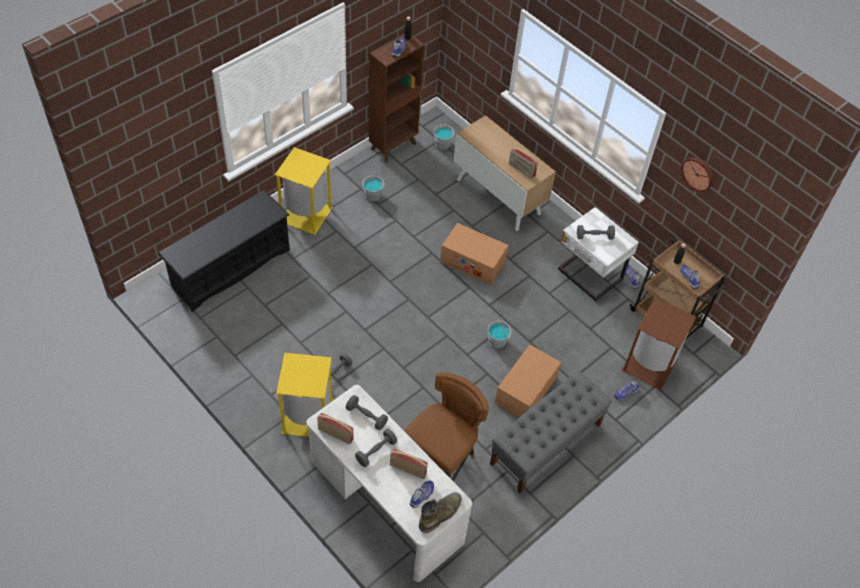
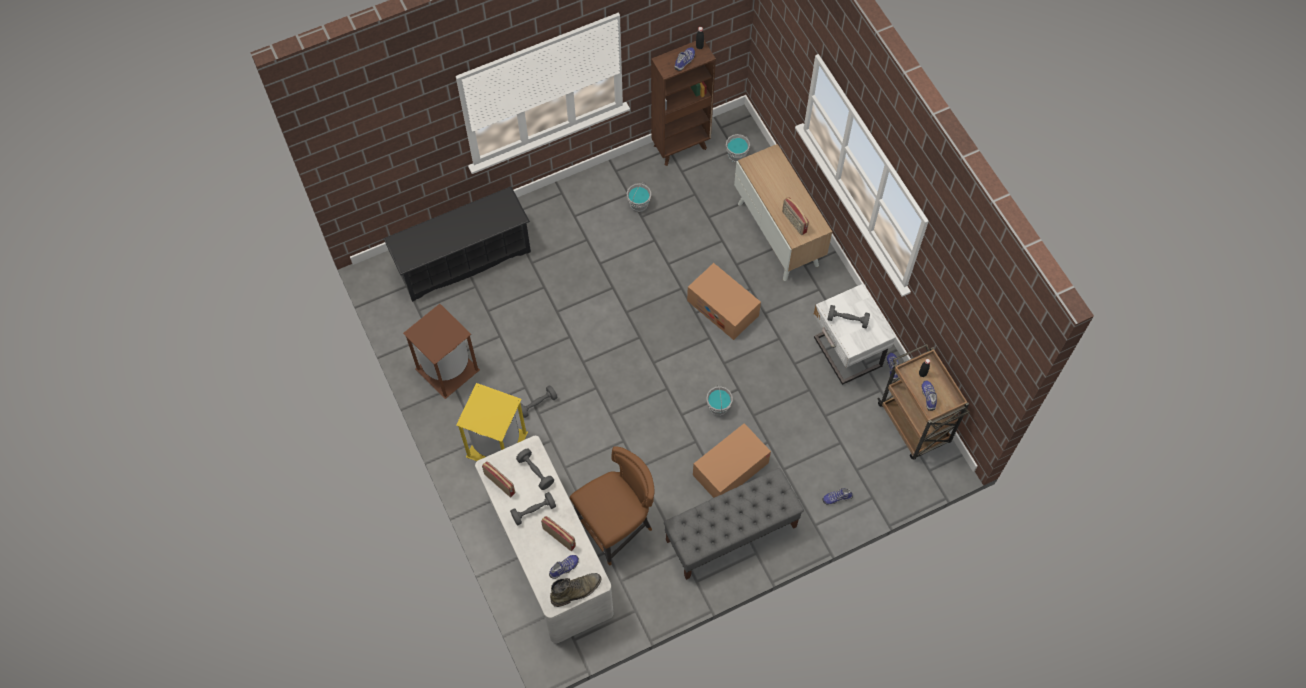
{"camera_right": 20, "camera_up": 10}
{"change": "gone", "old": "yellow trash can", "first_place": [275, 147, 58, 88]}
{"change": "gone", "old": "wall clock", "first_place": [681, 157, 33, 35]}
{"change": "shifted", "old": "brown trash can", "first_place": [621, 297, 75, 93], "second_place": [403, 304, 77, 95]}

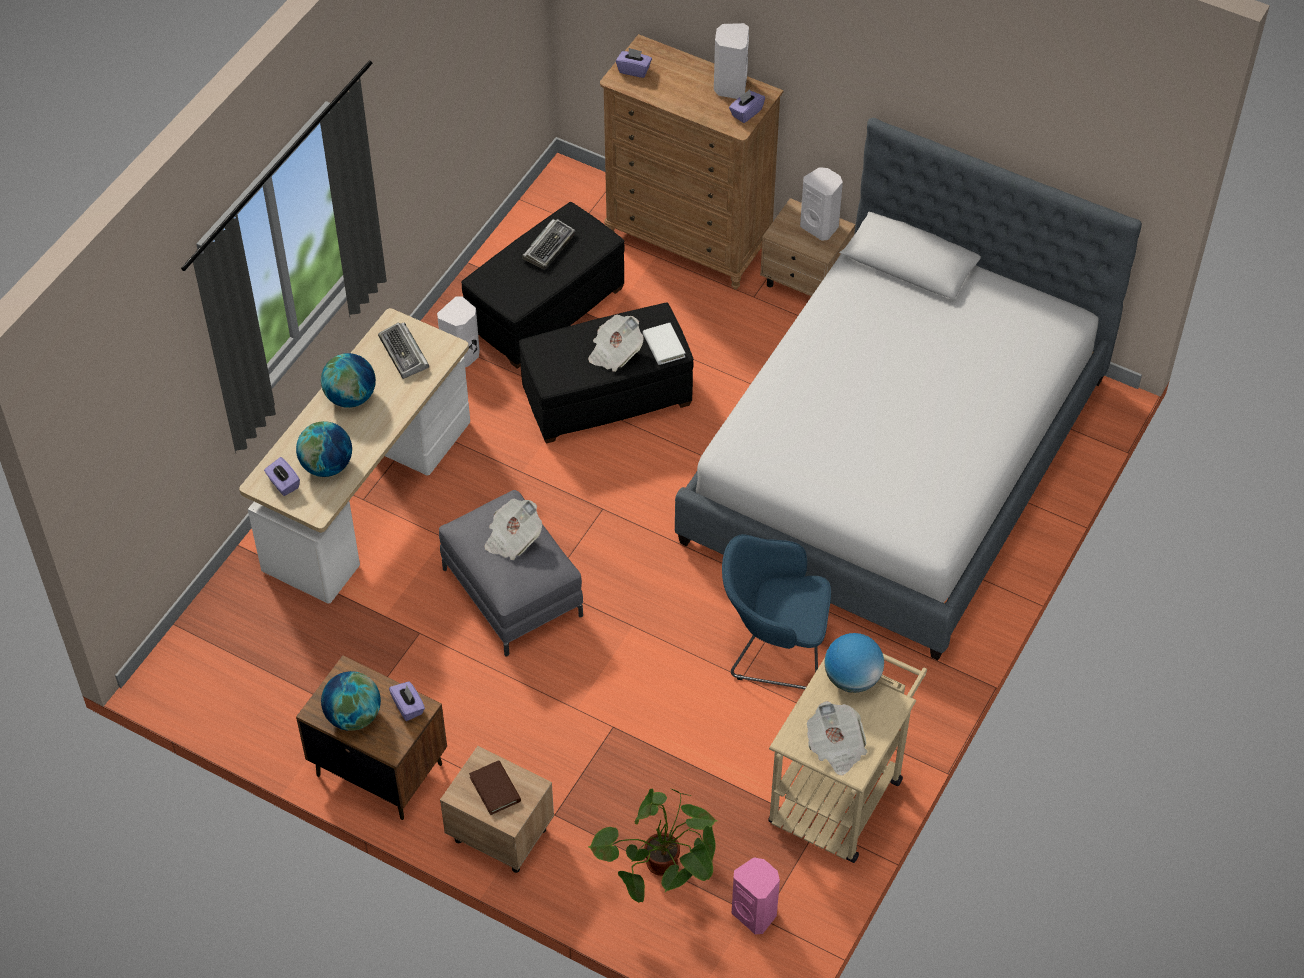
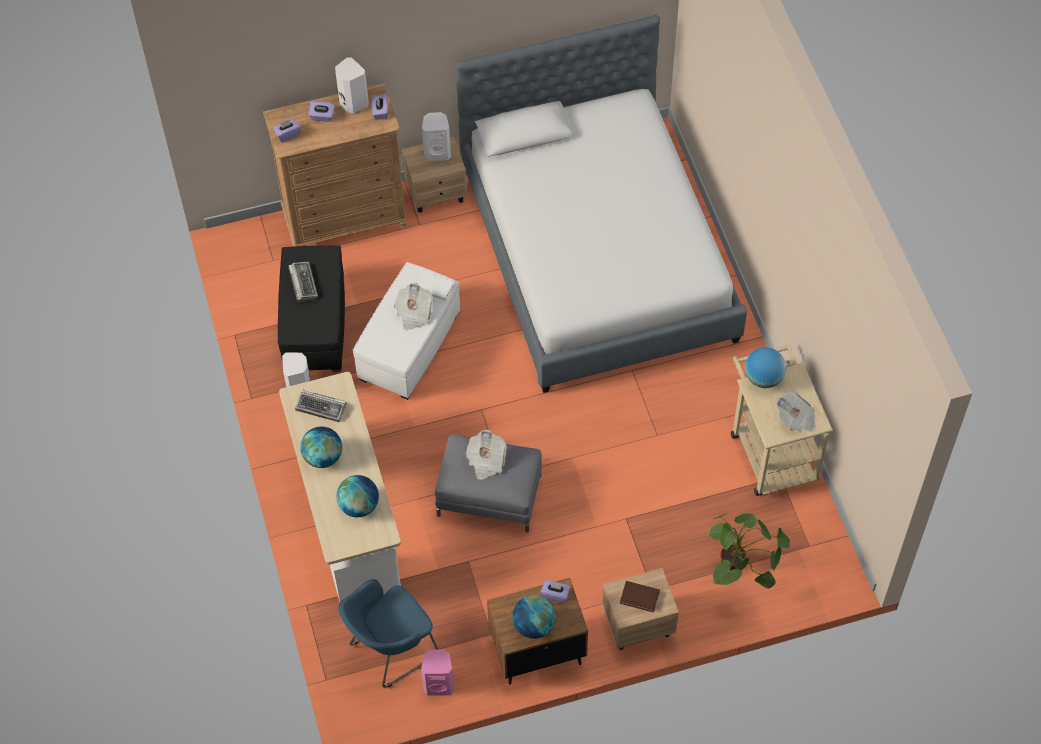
{"camera_right": -45, "camera_up": 5}
{"change": "repainted", "old": "black ottoman", "new": "white ottoman", "first_place": [519, 302, 174, 142], "second_place": [353, 262, 107, 138]}
{"change": "shifted", "old": "purple tissue box", "first_place": [264, 457, 36, 39], "second_place": [309, 101, 26, 21]}
{"change": "shifted", "old": "blue armchair", "first_place": [722, 534, 109, 155], "second_place": [338, 579, 101, 109]}
{"change": "shifted", "old": "pink speaker", "first_place": [732, 858, 48, 76], "second_place": [421, 650, 33, 46]}

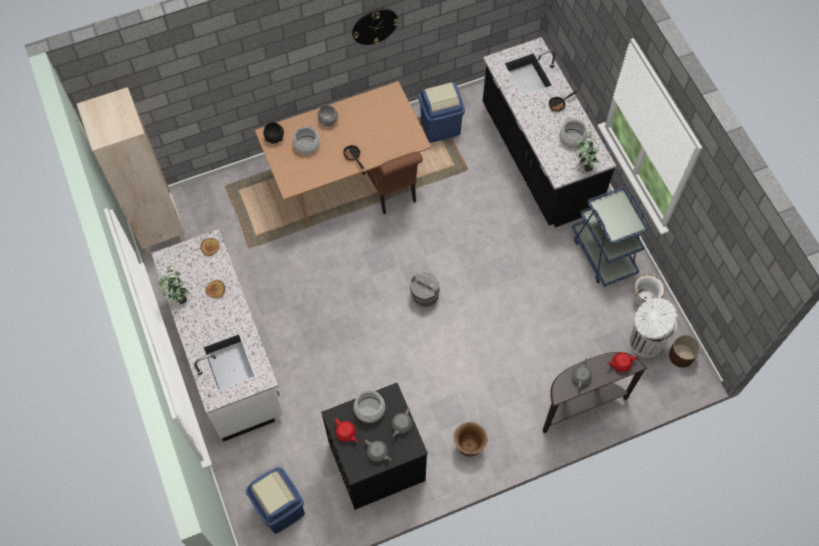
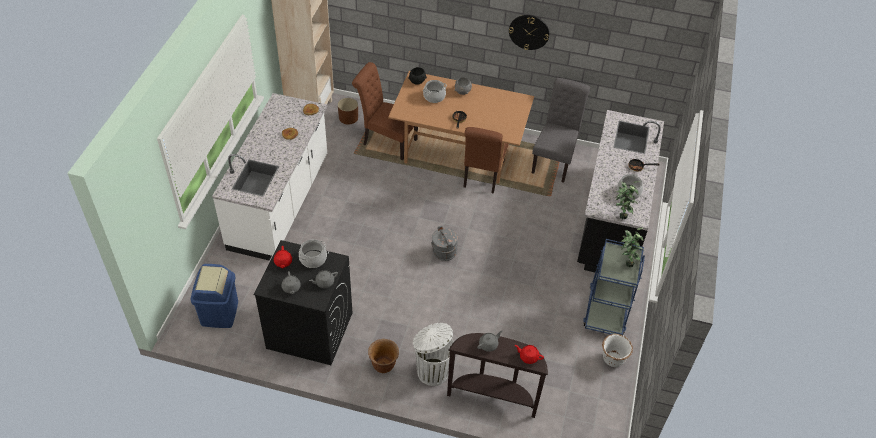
{"camera_right": 35, "camera_up": -15}
{"change": "swapped", "old": "blue trash can", "new": "grey chair", "first_place": [419, 82, 46, 61], "second_place": [532, 78, 58, 105]}
{"change": "shifted", "old": "potted plant", "first_place": [156, 264, 34, 40], "second_place": [621, 228, 23, 39]}
{"change": "shifted", "old": "white trash can", "first_place": [630, 298, 48, 60], "second_place": [413, 323, 41, 63]}
{"change": "shifted", "old": "brown planter", "first_place": [669, 335, 31, 33], "second_place": [338, 98, 20, 27]}
{"change": "new", "new": "brown chair", "second_place": [352, 62, 66, 98]}

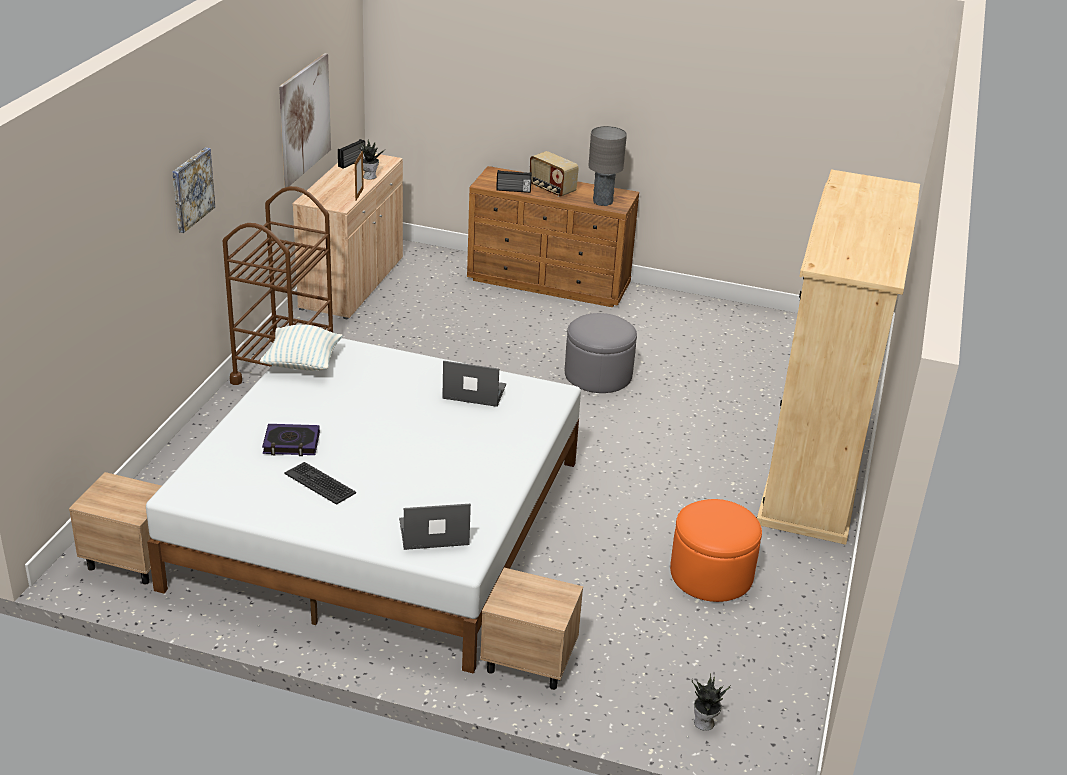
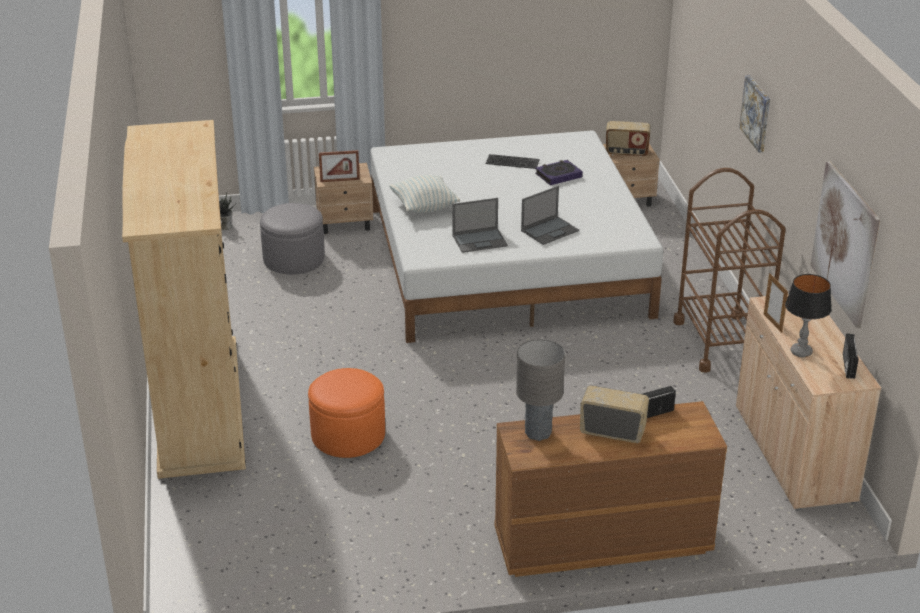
{"camera_right": 155, "camera_up": 0}
{"change": "swapped", "old": "potted plant", "new": "table lamp", "first_place": [358, 139, 28, 41], "second_place": [785, 274, 47, 83]}
{"change": "shifted", "old": "grey ottoman", "first_place": [565, 313, 72, 80], "second_place": [260, 203, 65, 72]}
{"change": "shifted", "old": "pillow", "first_place": [260, 324, 83, 47], "second_place": [389, 175, 71, 38]}
{"change": "shifted", "old": "orange ottoman", "first_place": [670, 499, 92, 103], "second_place": [308, 368, 77, 90]}
{"change": "shifted", "old": "laptop", "first_place": [399, 503, 72, 47], "second_place": [521, 186, 58, 59]}
{"change": "new", "new": "radio", "second_place": [606, 121, 44, 36]}
{"change": "new", "new": "picture frame", "second_place": [319, 150, 41, 32]}

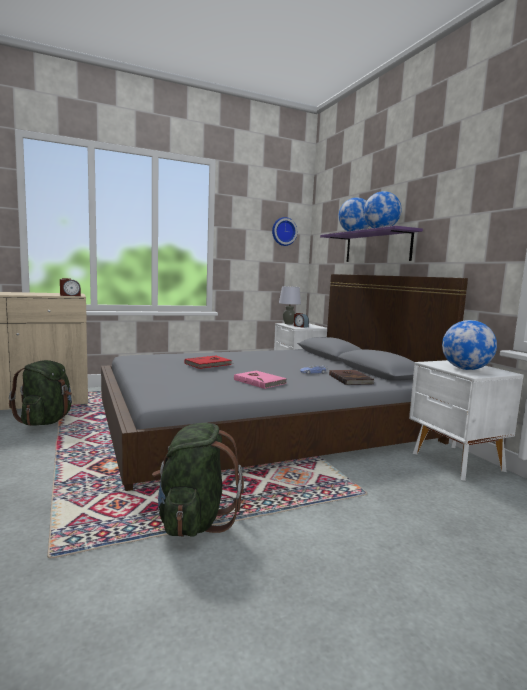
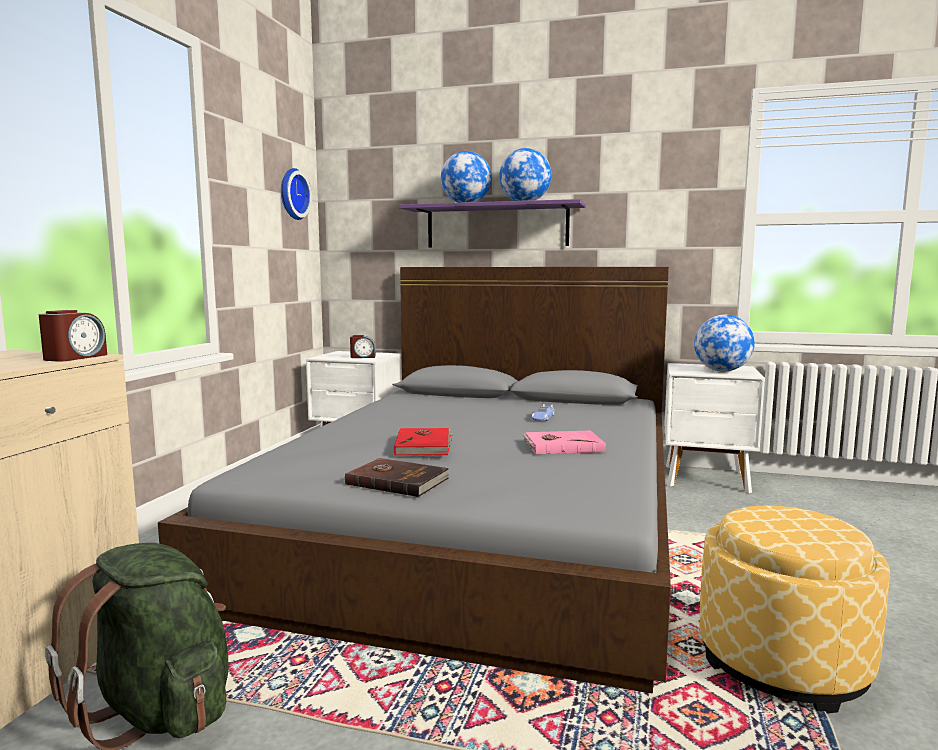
{"camera_right": -50, "camera_up": 0}
{"change": "gone", "old": "grey table lamp", "first_place": [279, 286, 22, 38]}
{"change": "shifted", "old": "brown book", "first_place": [329, 370, 45, 15], "second_place": [345, 458, 105, 39]}
{"change": "swapped", "old": "green backpack", "new": "ottoman", "first_place": [152, 423, 92, 114], "second_place": [700, 505, 190, 208]}

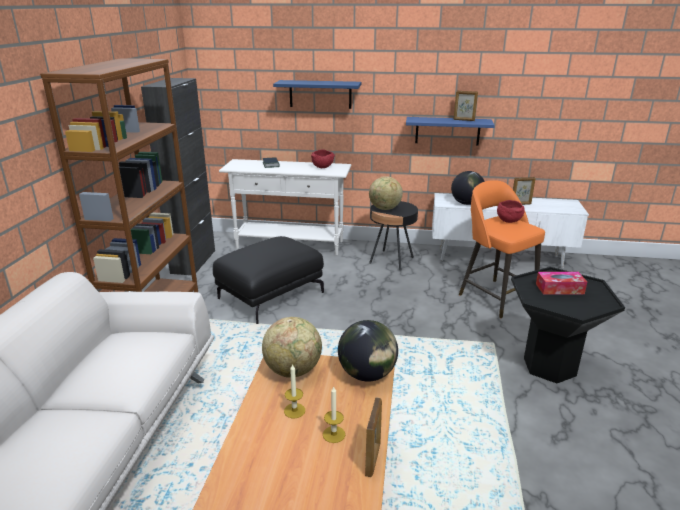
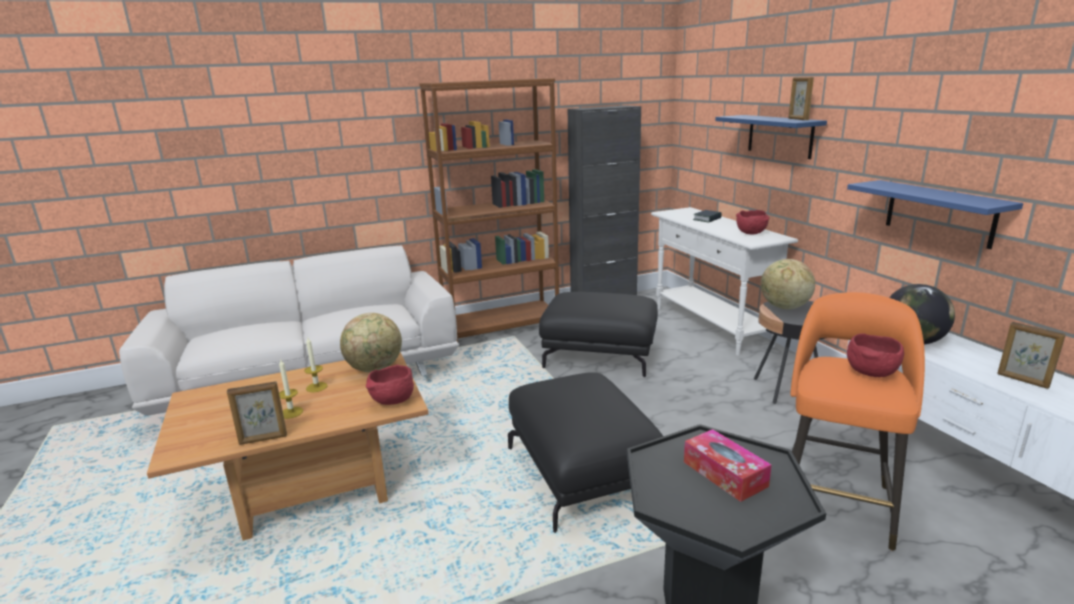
{"camera_right": 60, "camera_up": -5}
{"change": "shifted", "old": "picture frame", "first_place": [453, 91, 25, 30], "second_place": [789, 77, 25, 43]}
{"change": "swapped", "old": "globe", "new": "red bowl", "first_place": [338, 320, 60, 62], "second_place": [366, 365, 48, 40]}
{"change": "new", "new": "black ottoman", "second_place": [508, 372, 155, 161]}

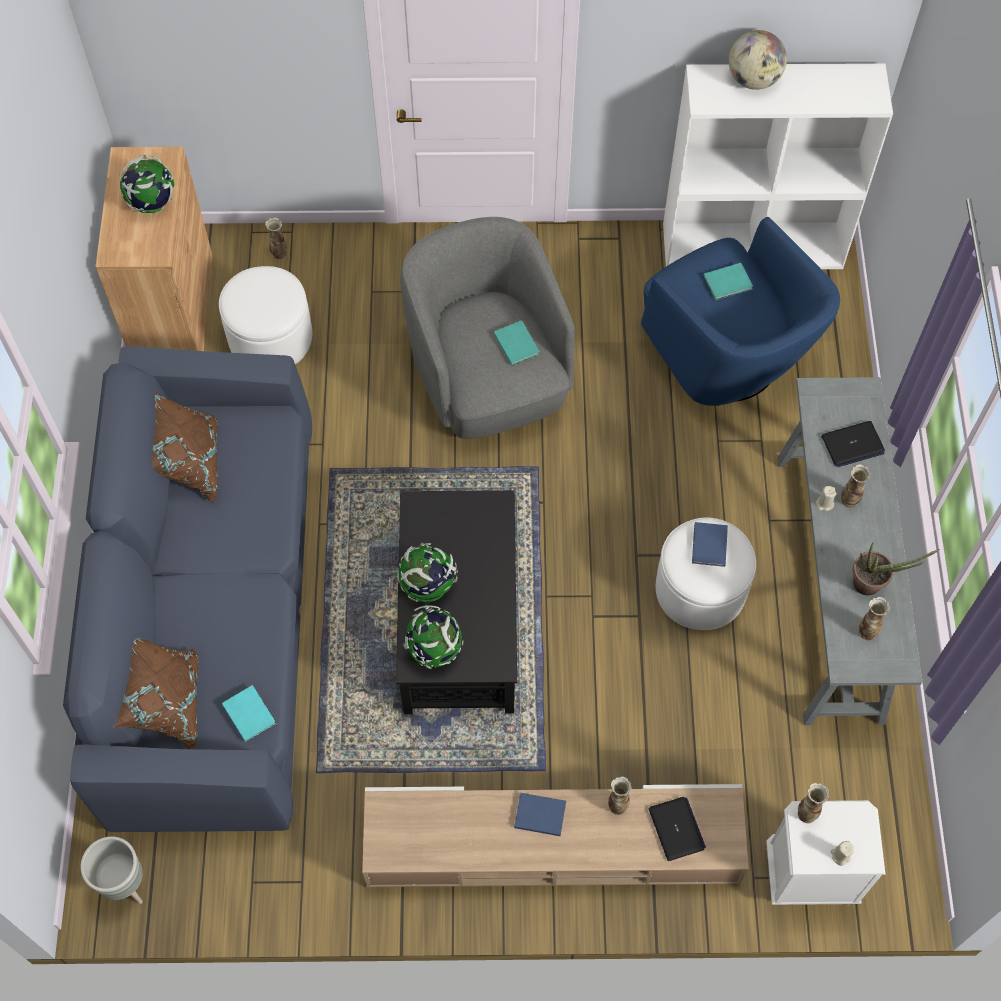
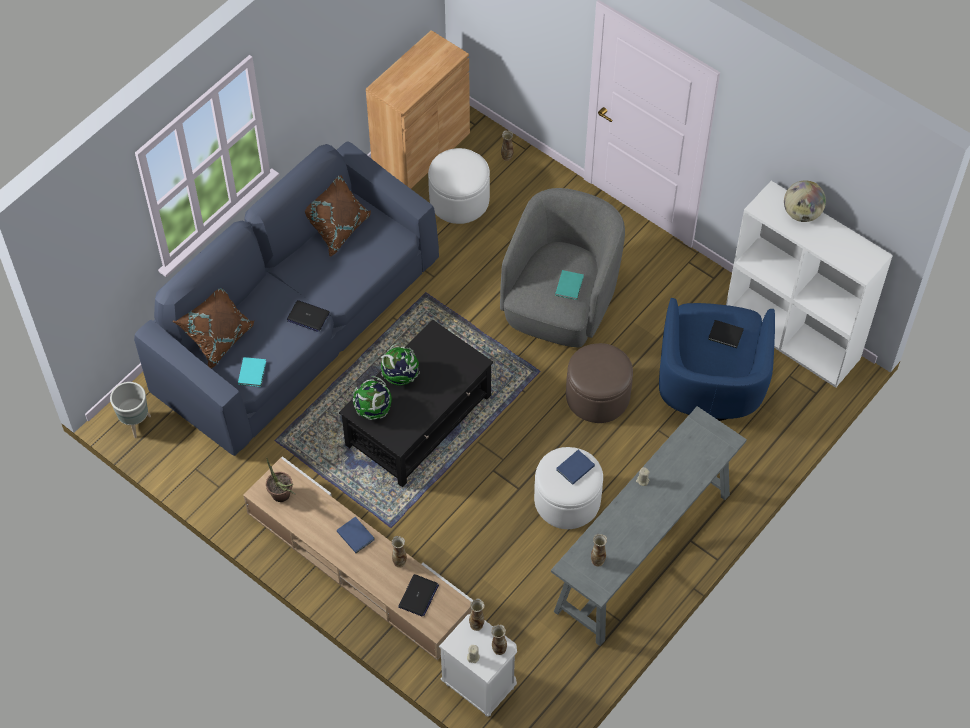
{"camera_right": 40, "camera_up": -5}
{"change": "gone", "old": "globe", "first_place": [120, 155, 54, 59]}
{"change": "repainted", "old": "turquoise book", "new": "black book", "first_place": [703, 263, 50, 37], "second_place": [708, 320, 36, 28]}
{"change": "shifted", "old": "laptop", "first_place": [821, 421, 64, 46], "second_place": [287, 300, 43, 32]}
{"change": "shifted", "old": "vase", "first_place": [841, 464, 30, 44], "second_place": [492, 625, 15, 30]}
{"change": "shifted", "old": "potted plant", "first_place": [853, 542, 87, 54], "second_place": [266, 457, 29, 45]}
{"change": "new", "new": "brown ottoman", "second_place": [566, 343, 67, 80]}

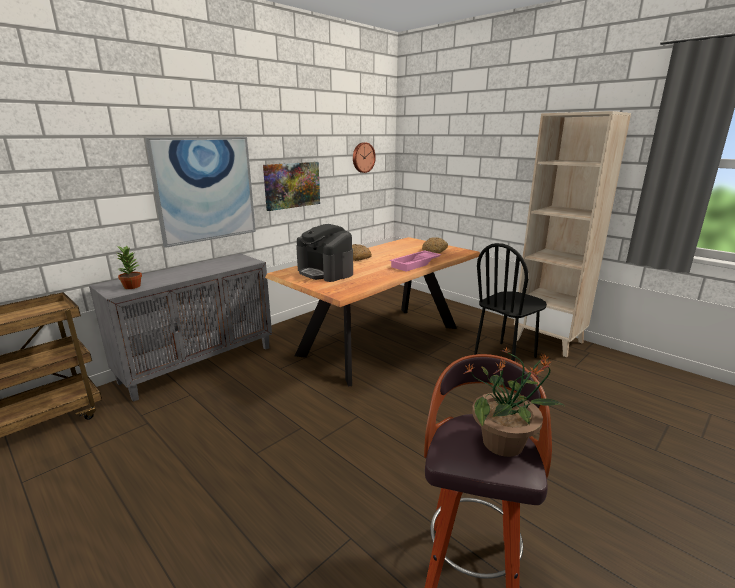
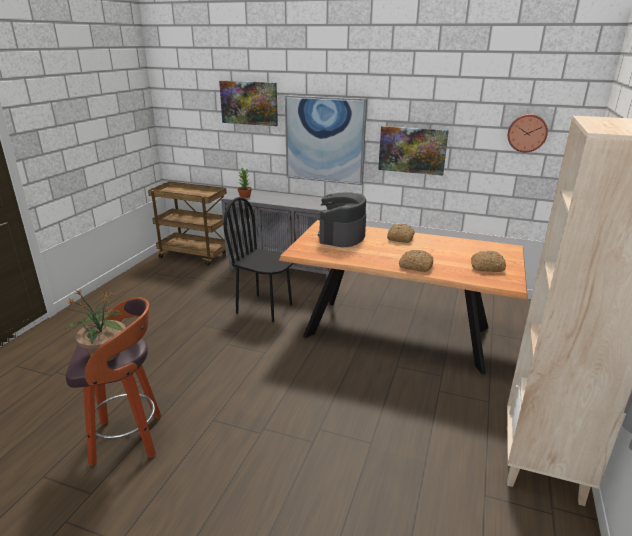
{"camera_right": 65, "camera_up": 5}
{"change": "shifted", "old": "black chair", "first_place": [474, 243, 73, 118], "second_place": [224, 197, 70, 125]}
{"change": "swapped", "old": "pink tray", "new": "bread", "first_place": [390, 250, 51, 22], "second_place": [399, 250, 34, 22]}
{"change": "new", "new": "picture", "second_place": [219, 81, 59, 45]}

